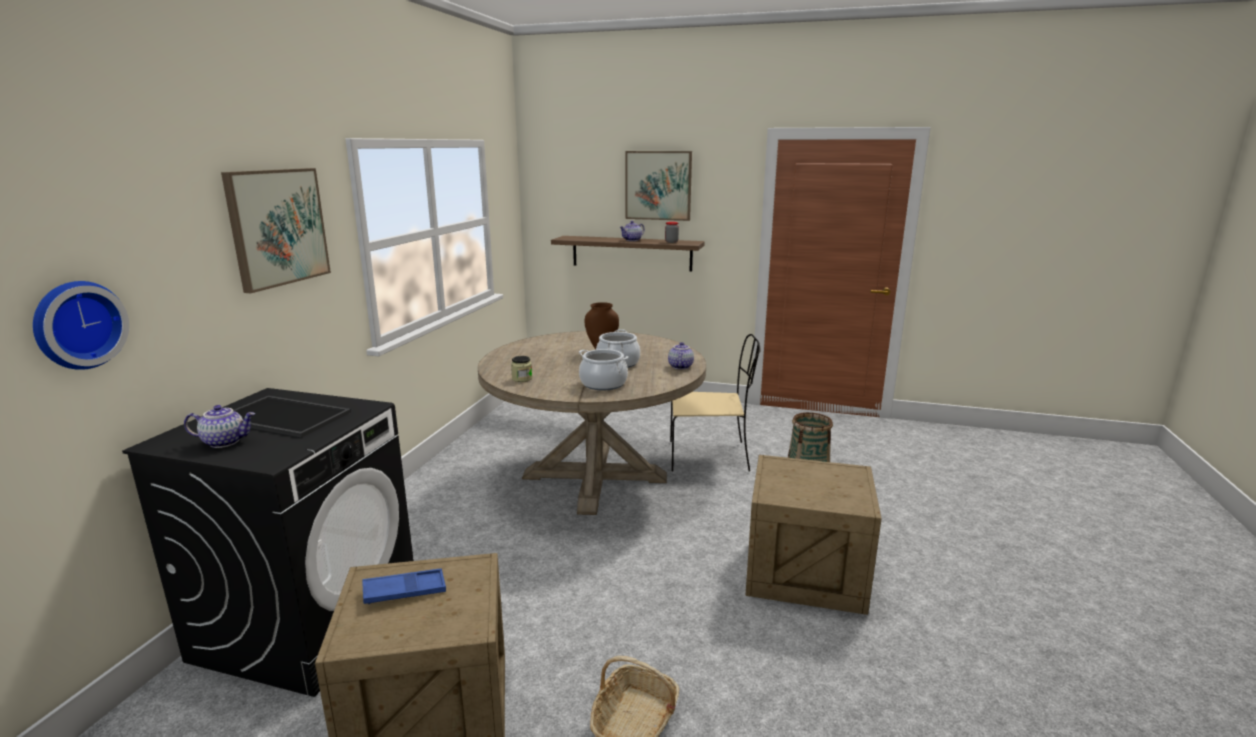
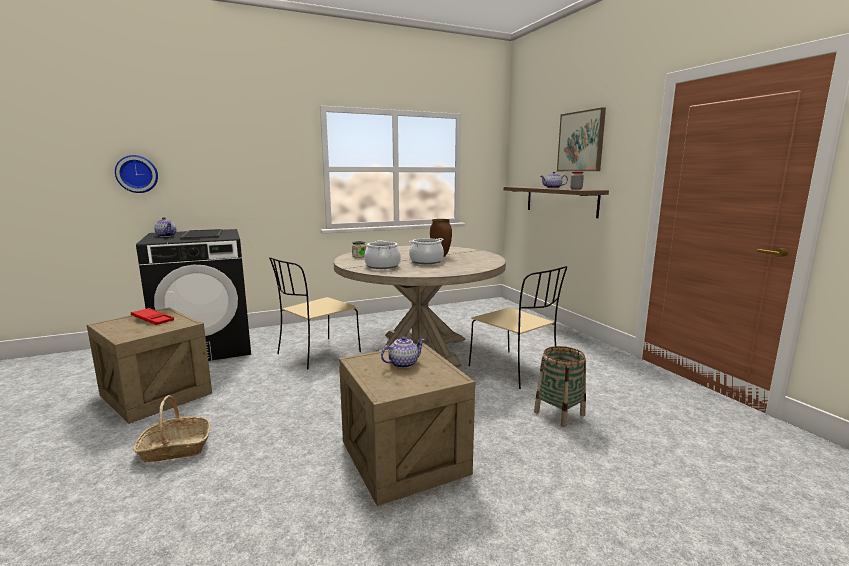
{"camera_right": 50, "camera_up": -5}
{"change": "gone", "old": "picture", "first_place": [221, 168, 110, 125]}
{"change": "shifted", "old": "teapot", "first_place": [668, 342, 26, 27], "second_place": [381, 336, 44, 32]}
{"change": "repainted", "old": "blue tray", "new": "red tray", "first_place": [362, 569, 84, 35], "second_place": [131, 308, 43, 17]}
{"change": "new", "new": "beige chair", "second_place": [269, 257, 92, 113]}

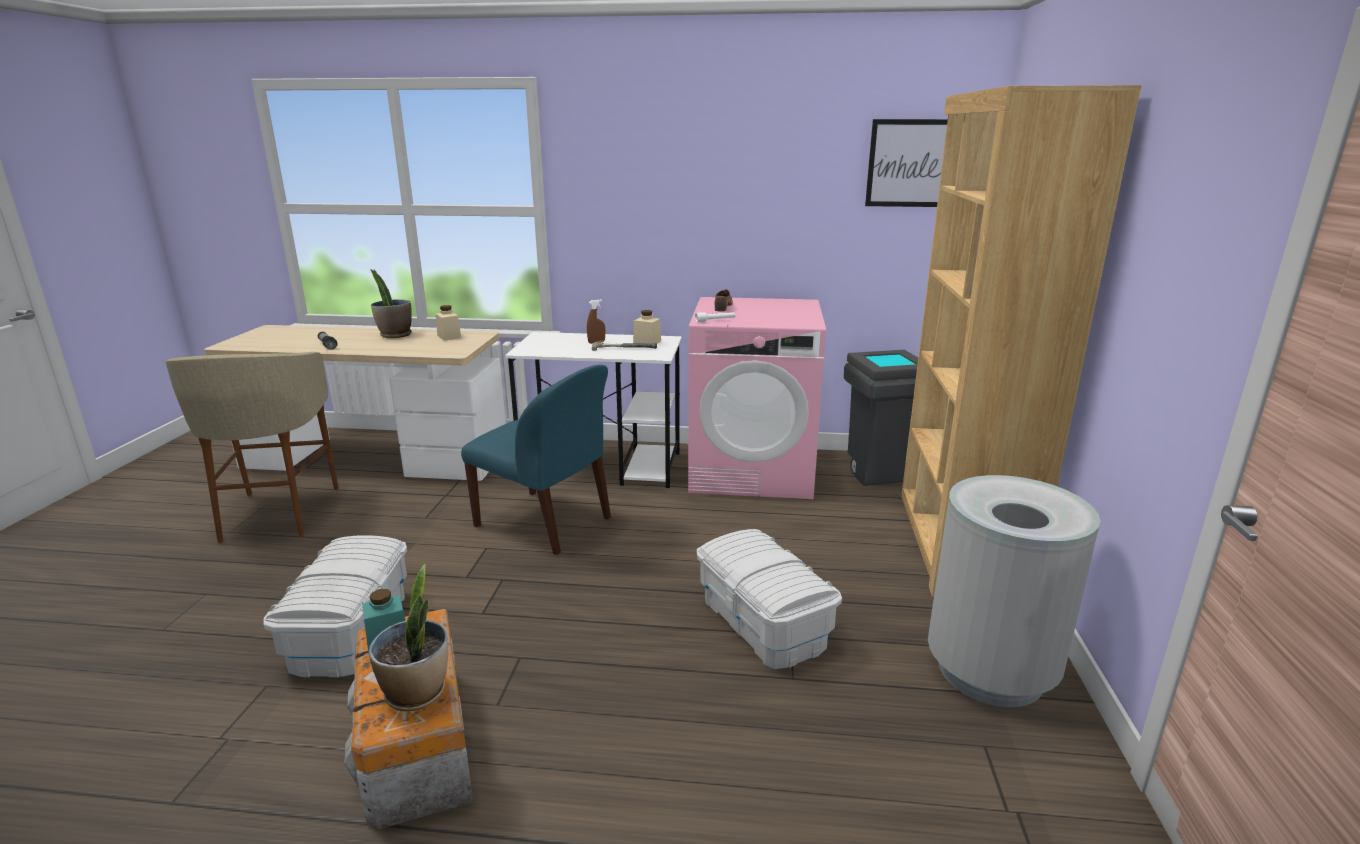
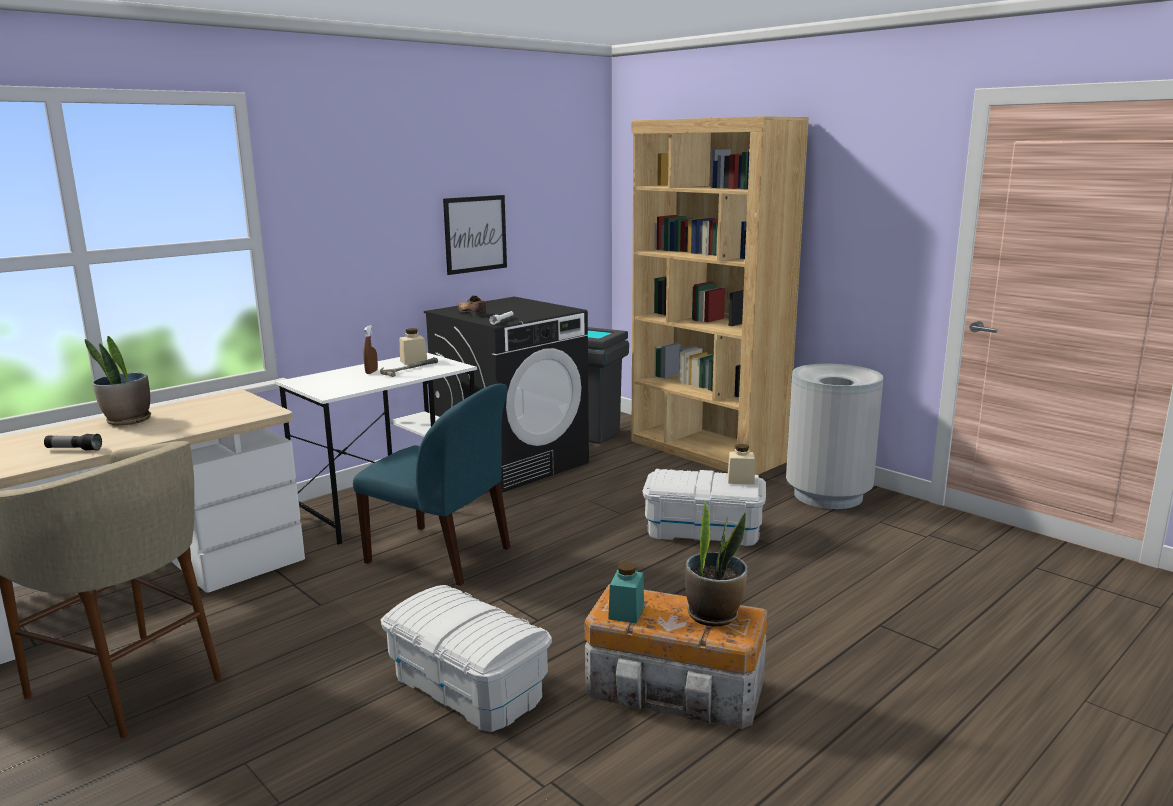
{"camera_right": -50, "camera_up": -5}
{"change": "shifted", "old": "picture", "first_place": [865, 119, 83, 88], "second_place": [443, 195, 64, 80]}
{"change": "repainted", "old": "pink washing machine", "new": "black washing machine", "first_place": [688, 297, 138, 202], "second_place": [424, 297, 165, 196]}
{"change": "shifted", "old": "beige jar", "first_place": [436, 305, 25, 36], "second_place": [727, 444, 28, 41]}
{"change": "rotated", "old": "blue chair", "first_place": [461, 365, 150, 190], "second_place": [353, 383, 157, 203], "degrees": 45}

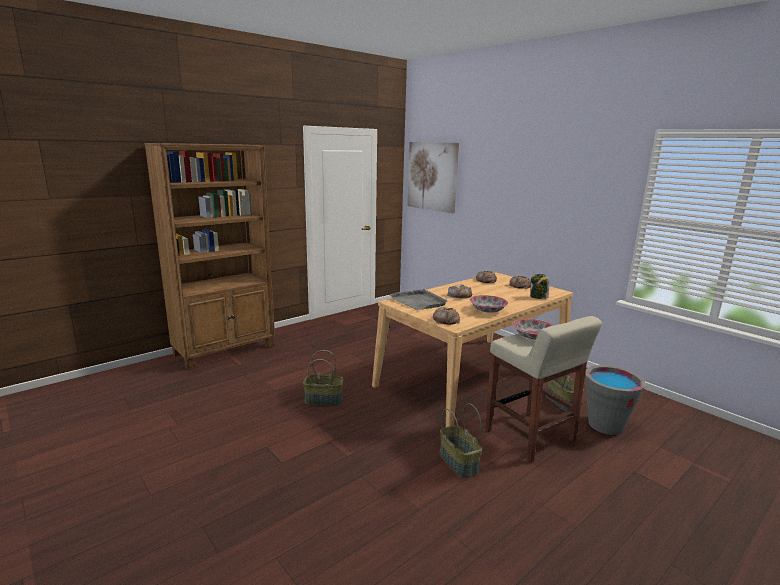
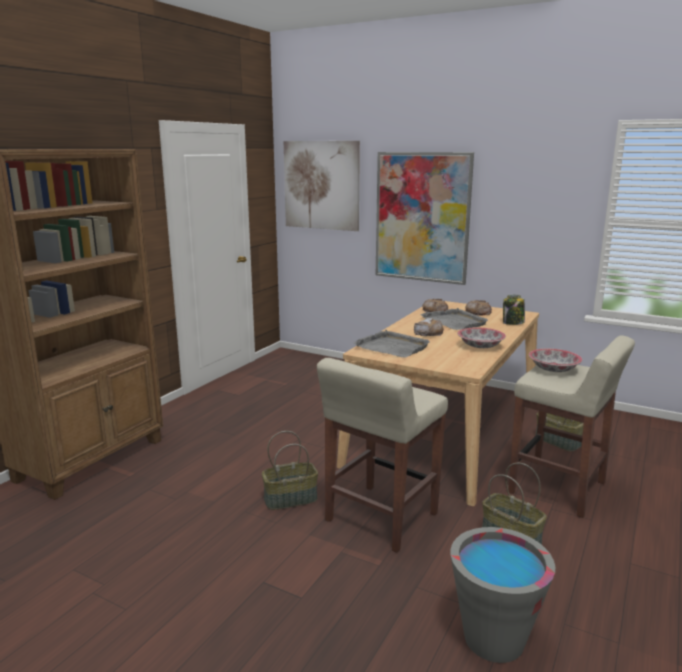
{"camera_right": -20, "camera_up": 0}
{"change": "gone", "old": "bread", "first_place": [433, 307, 27, 18]}
{"change": "shifted", "old": "grey bucket", "first_place": [585, 365, 61, 70], "second_place": [451, 527, 104, 136]}
{"change": "new", "new": "picture", "second_place": [376, 152, 98, 133]}
{"change": "new", "new": "grey tray", "second_place": [420, 308, 68, 22]}
{"change": "new", "new": "beige stool", "second_place": [317, 358, 131, 195]}

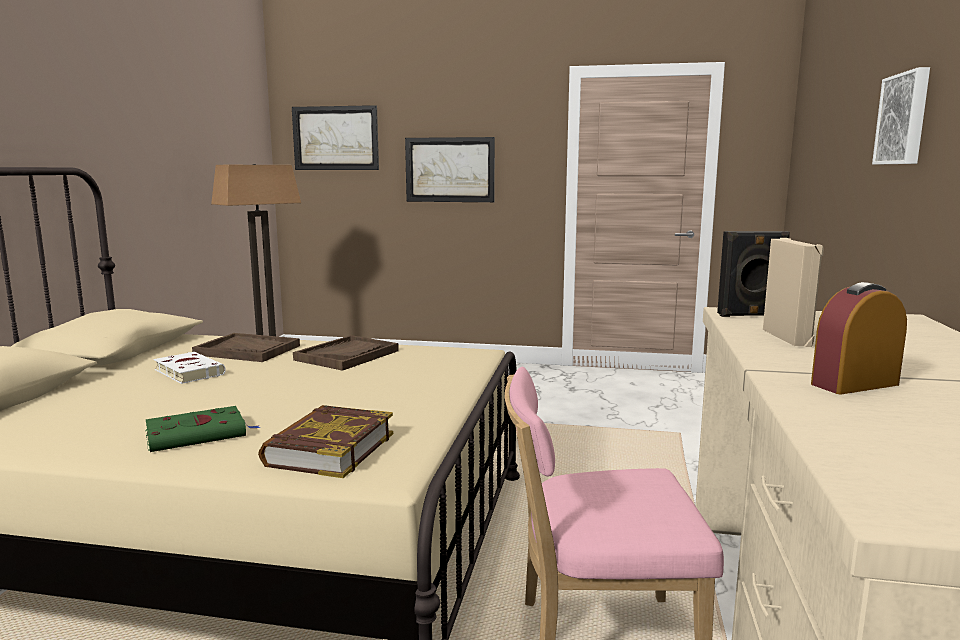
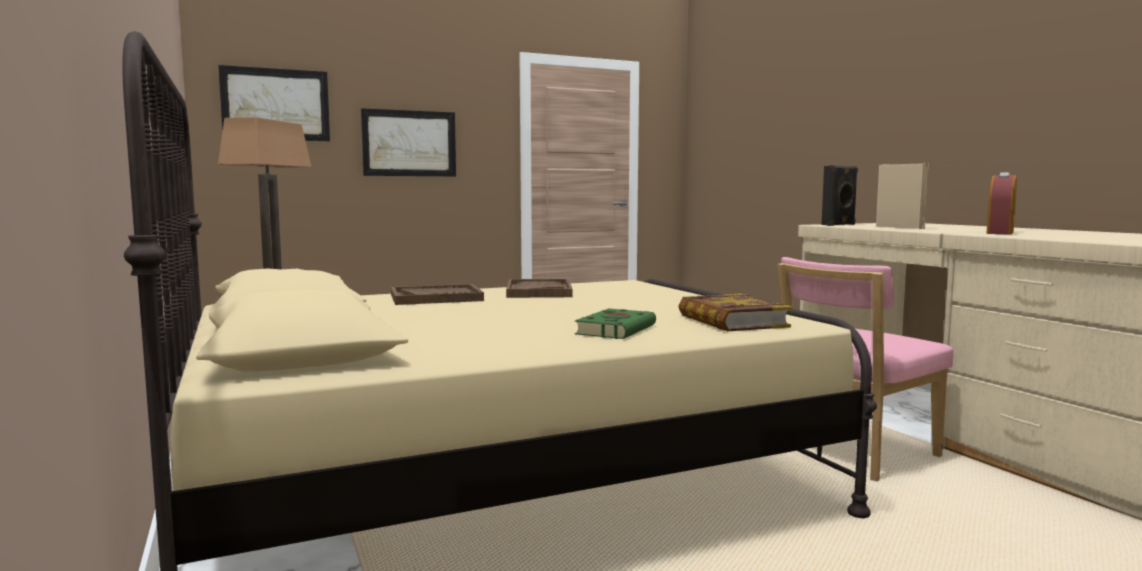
{"camera_right": -35, "camera_up": -5}
{"change": "gone", "old": "picture", "first_place": [872, 67, 58, 97]}
{"change": "gone", "old": "white book", "first_place": [154, 352, 72, 32]}

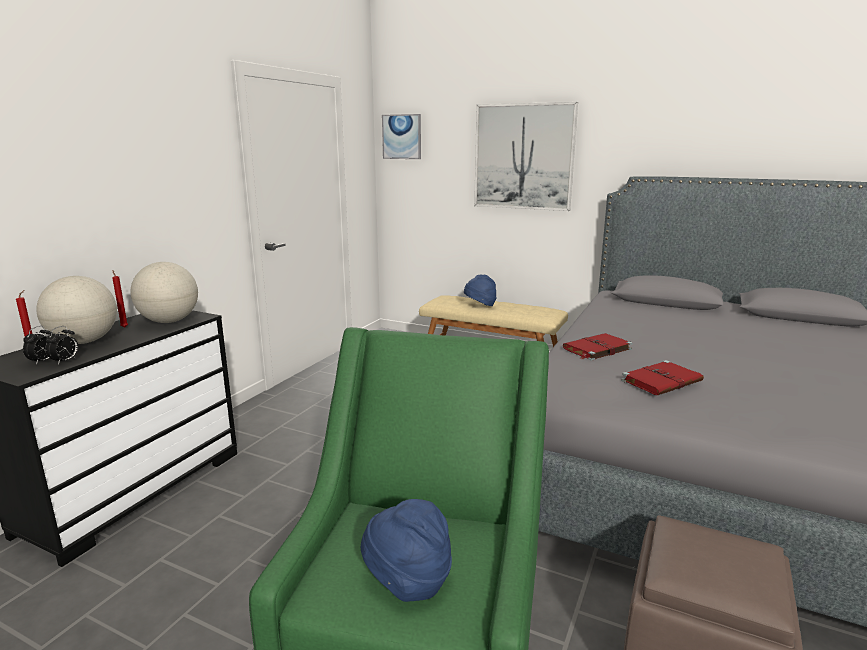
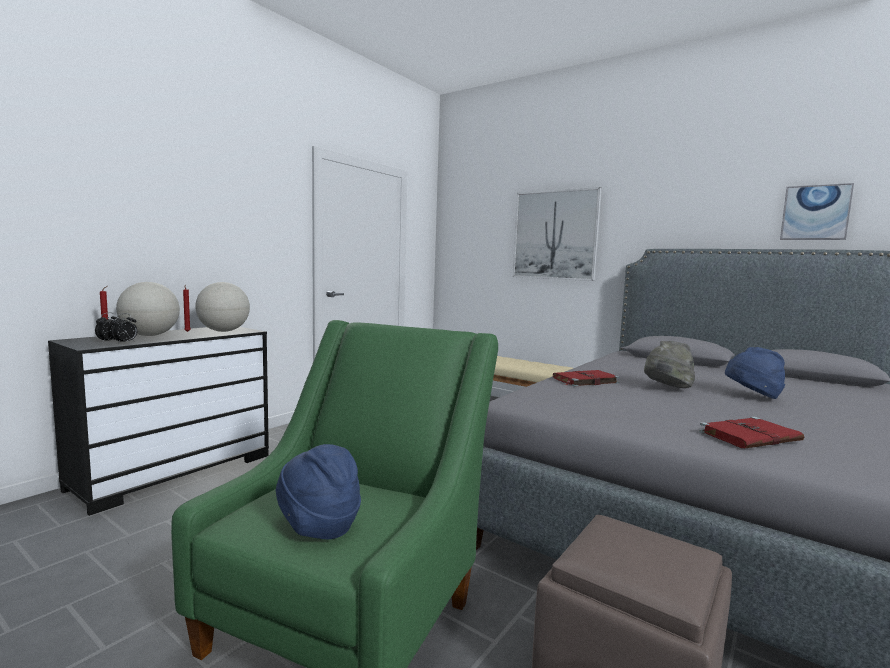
{"camera_right": 10, "camera_up": -10}
{"change": "shifted", "old": "picture", "first_place": [382, 114, 39, 45], "second_place": [780, 183, 74, 57]}
{"change": "shifted", "old": "blue hat", "first_place": [464, 275, 33, 31], "second_place": [725, 347, 60, 52]}
{"change": "shifted", "old": "red book", "first_place": [621, 360, 83, 35], "second_place": [699, 417, 105, 31]}
{"change": "new", "new": "grey hat", "second_place": [644, 341, 51, 47]}

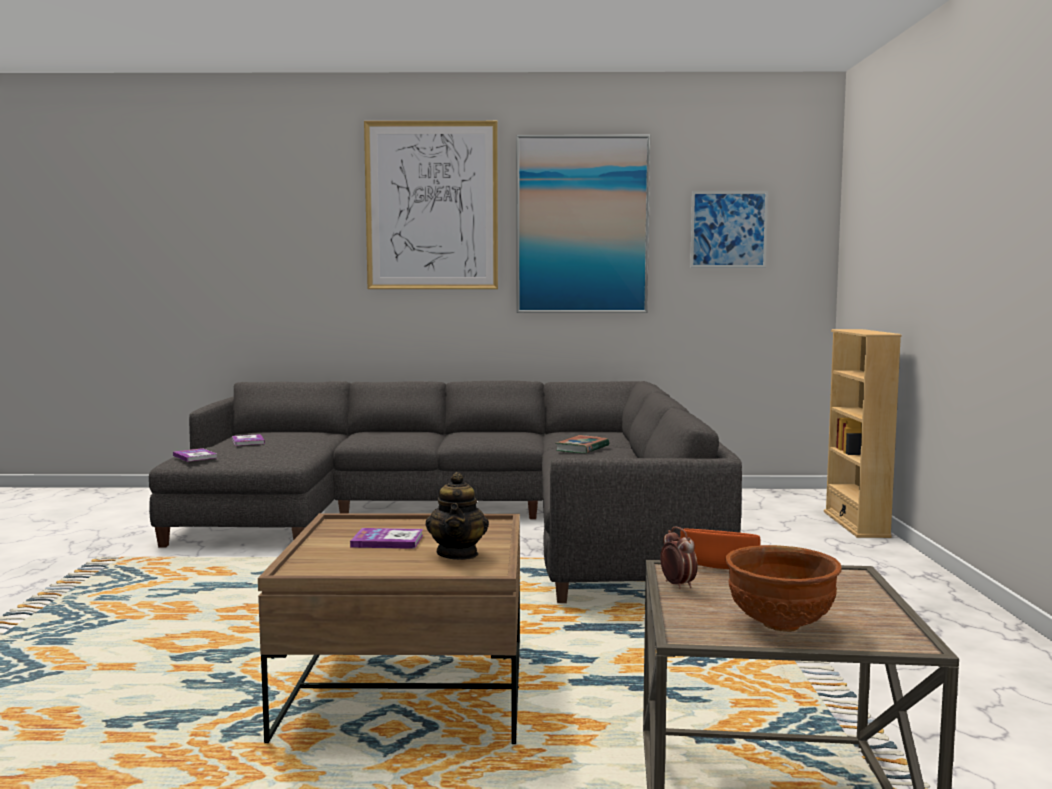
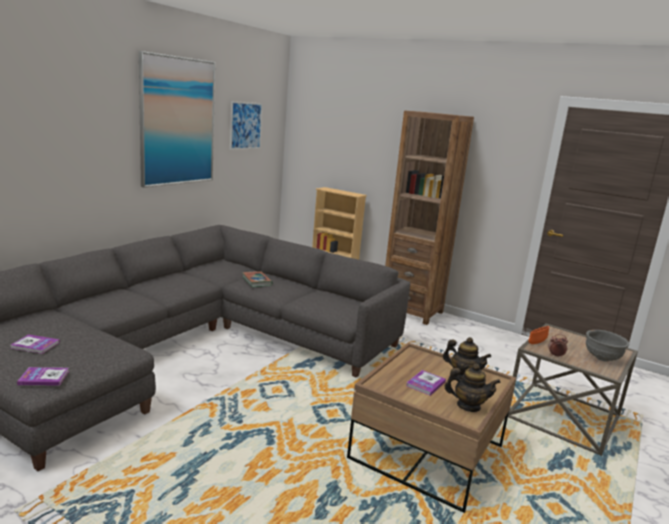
{"camera_right": -60, "camera_up": 10}
{"change": "gone", "old": "picture", "first_place": [364, 121, 134, 168]}
{"change": "repainted", "old": "brown bowl", "new": "grey bowl", "first_place": [725, 545, 117, 87], "second_place": [586, 330, 43, 32]}
{"change": "new", "new": "brown bookcase", "second_place": [385, 110, 89, 215]}
{"change": "new", "new": "teapot", "second_place": [444, 364, 57, 48]}

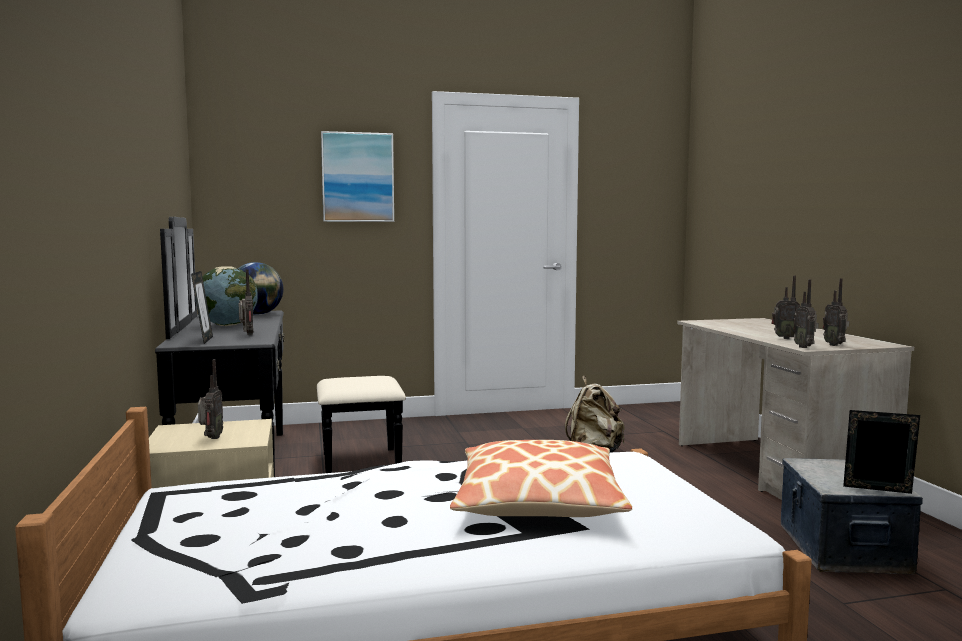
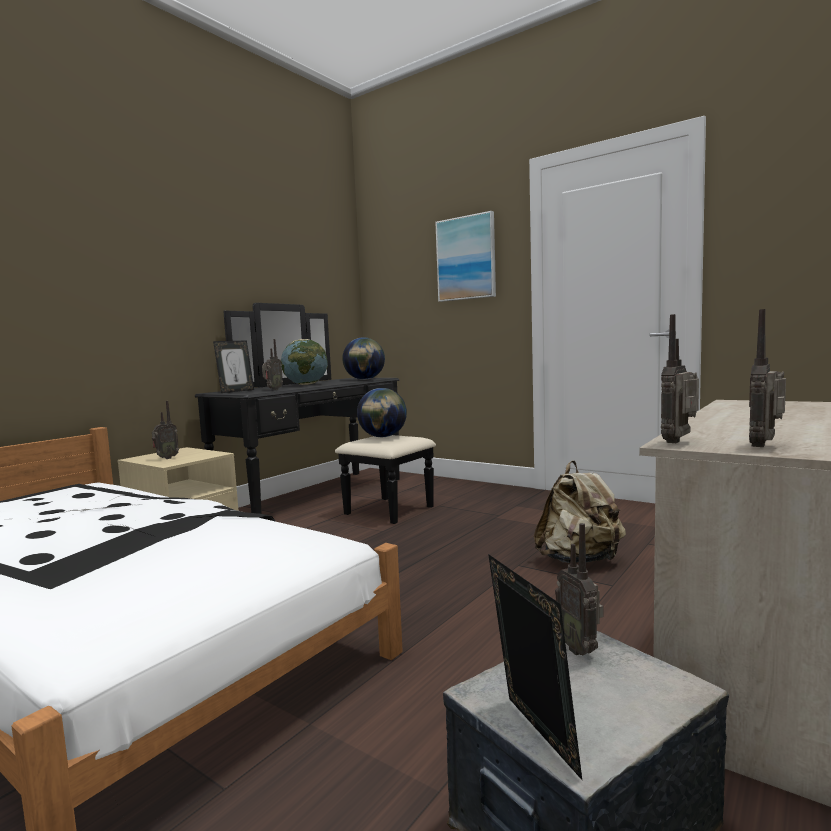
{"camera_right": 50, "camera_up": 0}
{"change": "shifted", "old": "radio", "first_place": [772, 275, 28, 64], "second_place": [555, 523, 48, 133]}
{"change": "gone", "old": "pillow", "first_place": [450, 440, 182, 77]}
{"change": "new", "new": "globe", "second_place": [357, 388, 50, 49]}

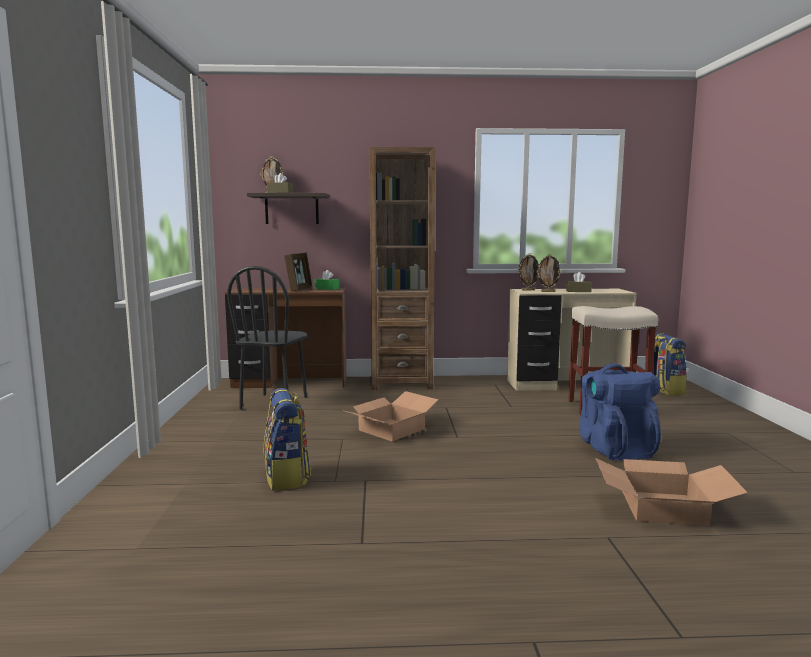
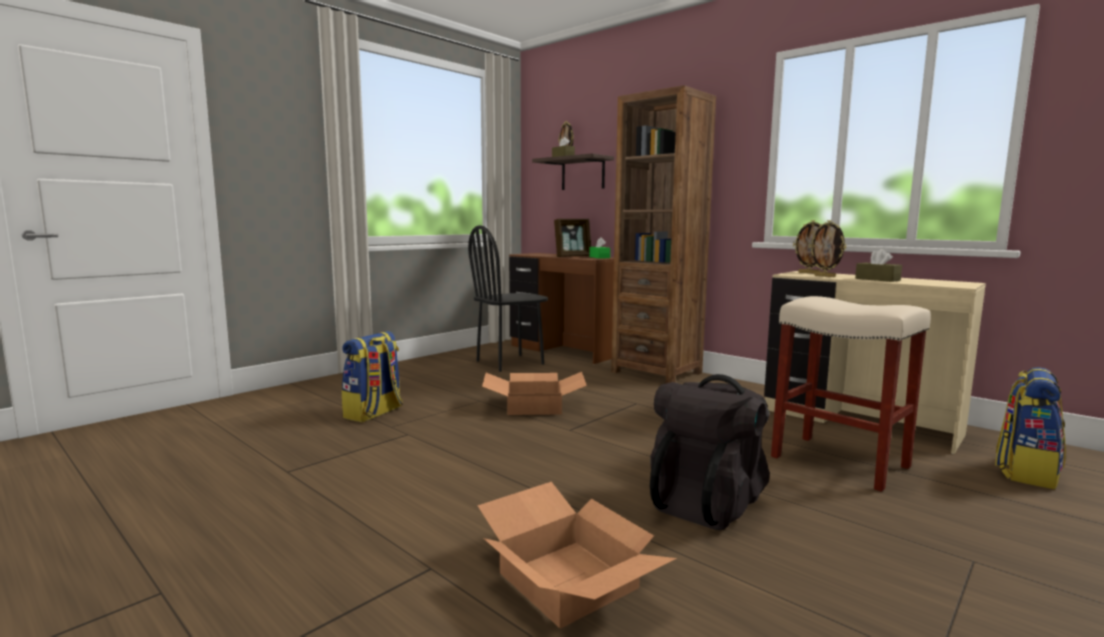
{"camera_right": 45, "camera_up": 0}
{"change": "repainted", "old": "blue backpack", "new": "black backpack", "first_place": [580, 363, 81, 98], "second_place": [650, 374, 120, 156]}

